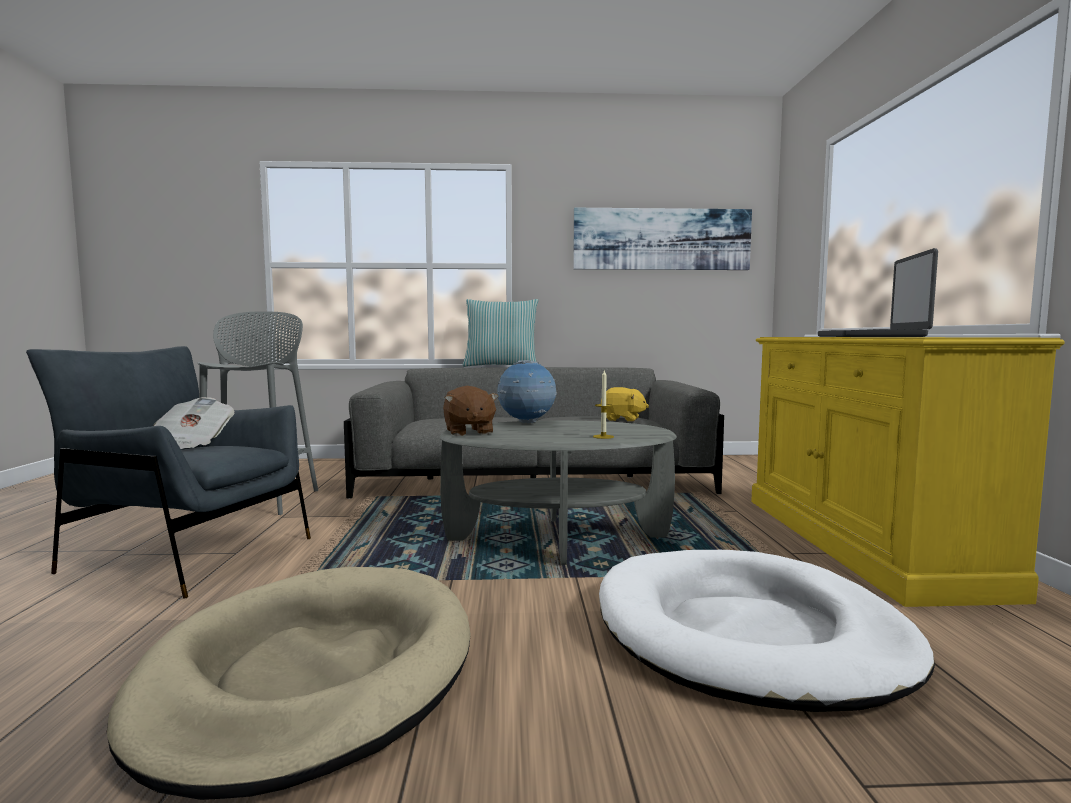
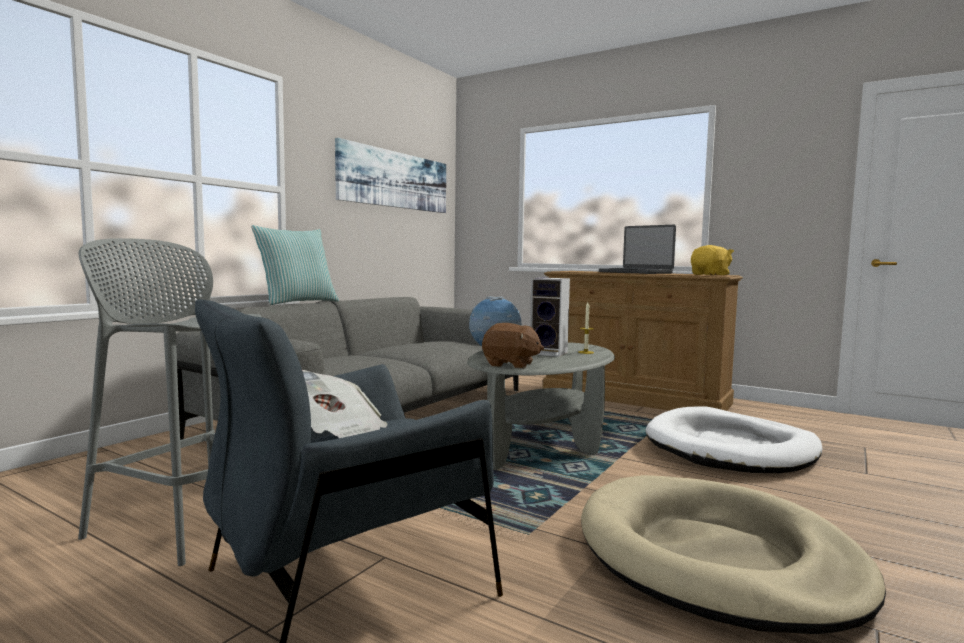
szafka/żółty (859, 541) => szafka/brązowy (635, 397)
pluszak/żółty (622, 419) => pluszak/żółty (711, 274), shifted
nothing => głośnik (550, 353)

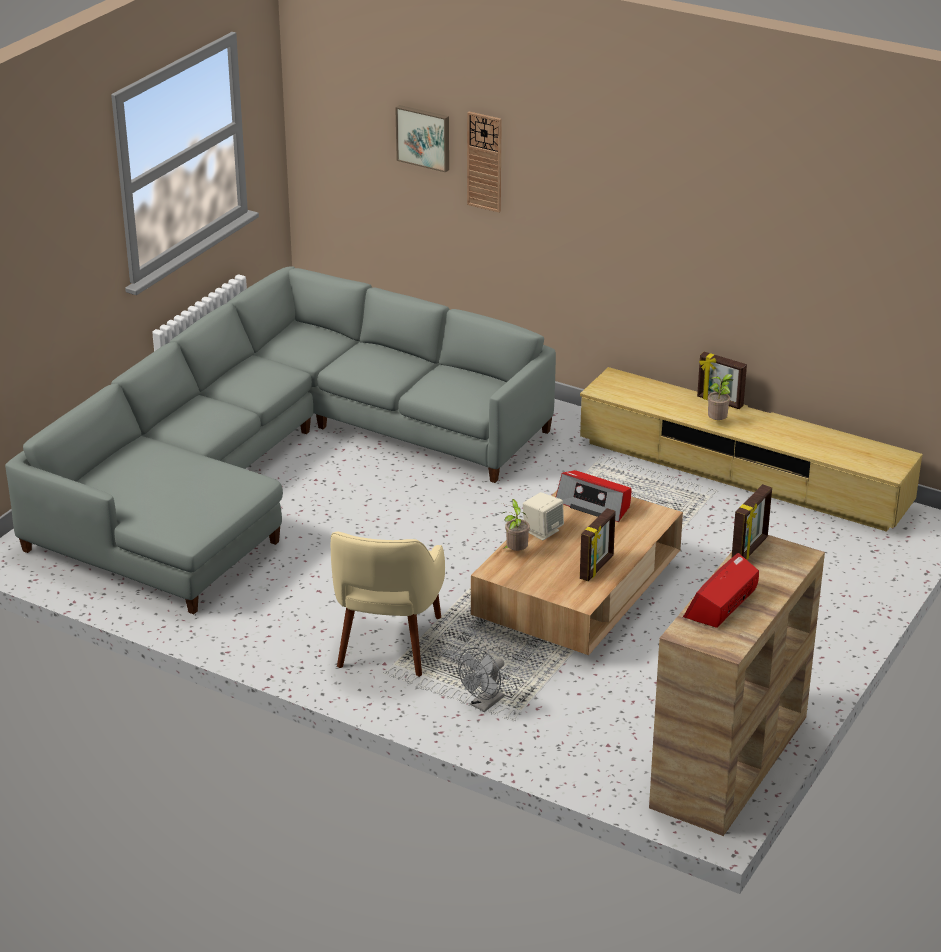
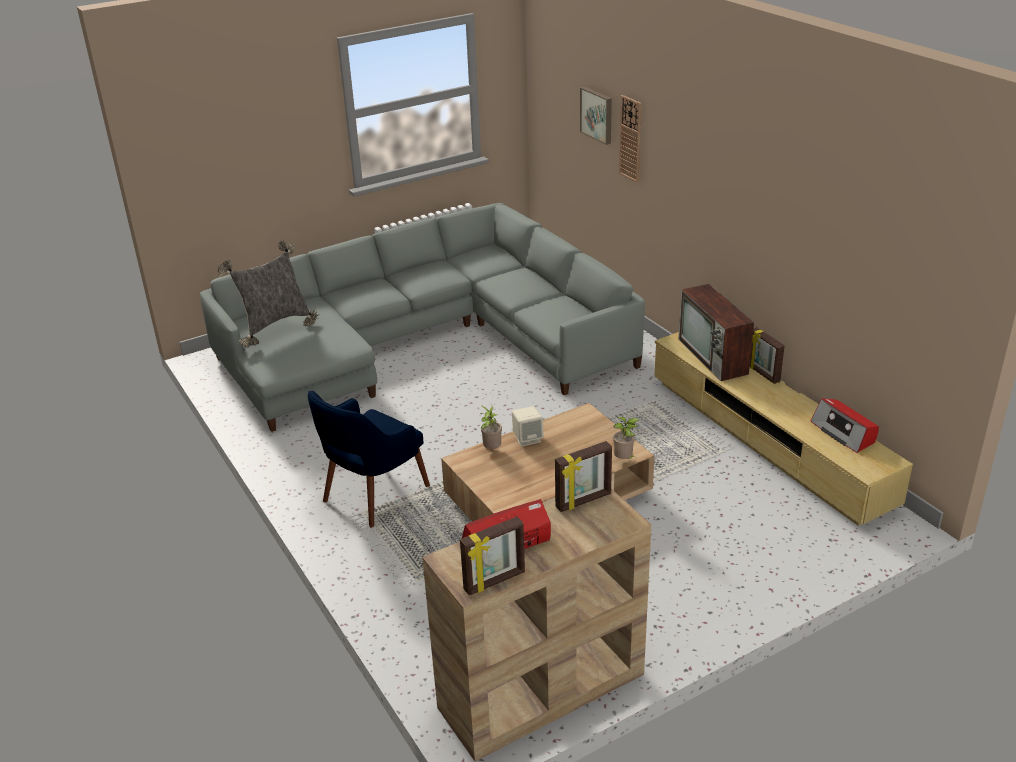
roślina doniczkowa (718, 422) => roślina doniczkowa (624, 460), shifted
radio (594, 504) => radio (844, 433), shifted
ramka na zdjęcie (597, 567) => ramka na zdjęcie (495, 581), shifted
fotel/beżowy (388, 644) => fotel/niebieski (374, 495)
wentylator/szary (484, 704) => nothing
nothing => poduszka (275, 331)
nothing => telewizor (714, 357)

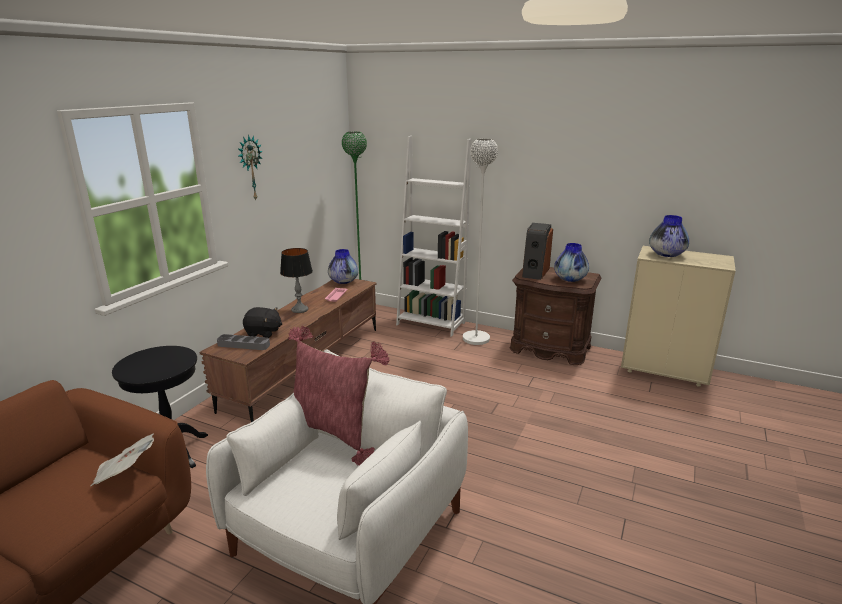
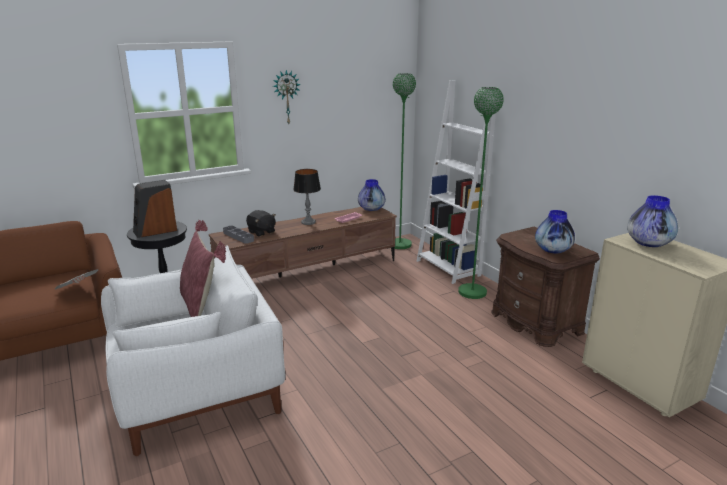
lampa stojąca/biały (475, 339) => lampa stojąca/zielony (472, 292)
głośnik (535, 272) => głośnik (155, 231), shifted

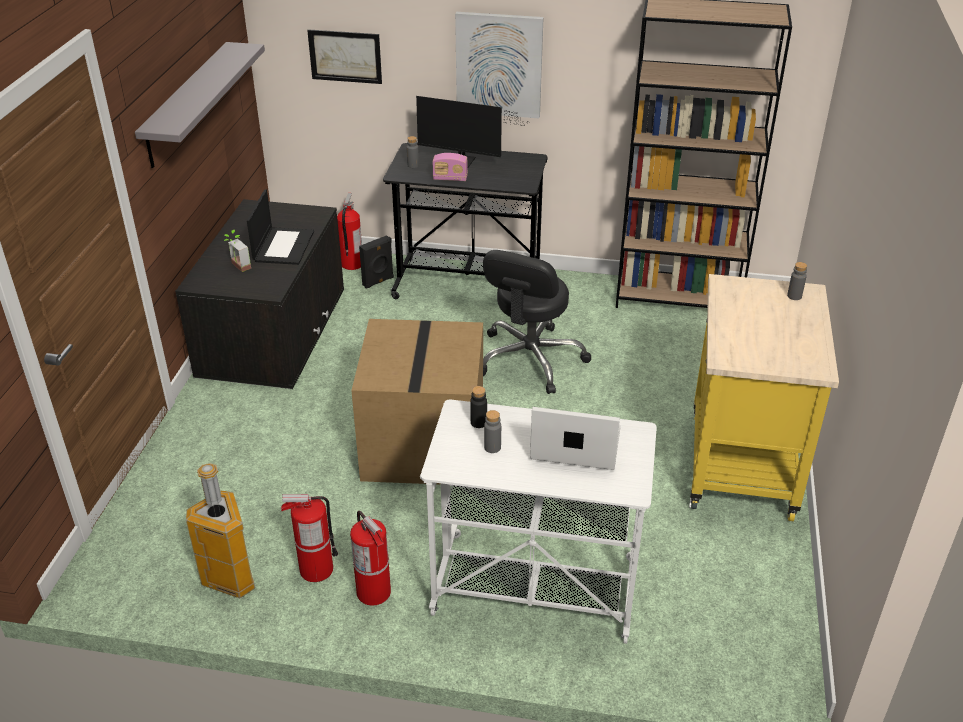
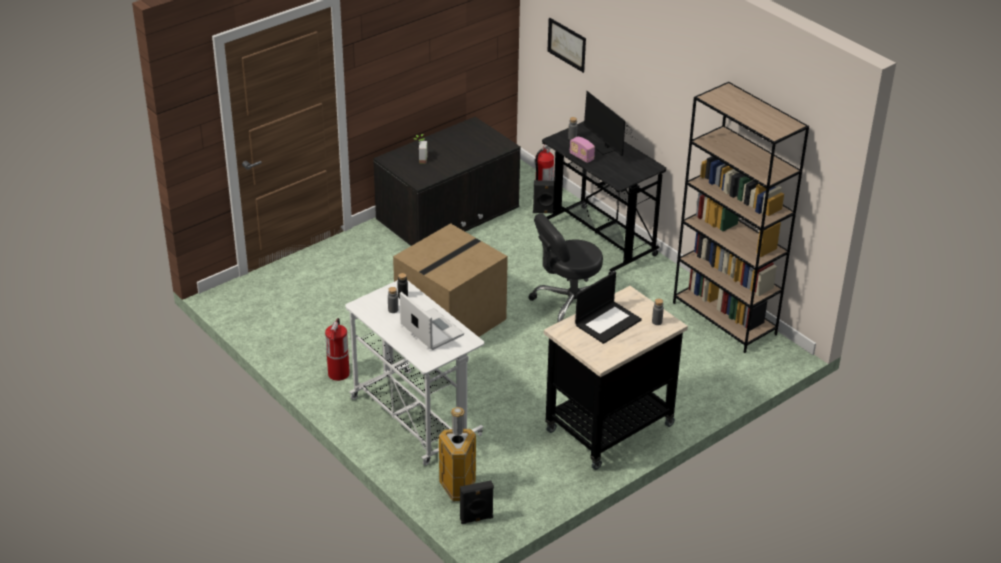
obraz (499, 65) => nothing
półka/szary (187, 104) => nothing
laptop (283, 246) => laptop (608, 322), shifted
wózek/żółty (741, 467) => wózek/czarny (609, 429)
kosz na śmieci (231, 580) => kosz na śmieci (457, 489), shifted
gaśnica (316, 570) => nothing
nothing => głośnik/czarny (476, 519)

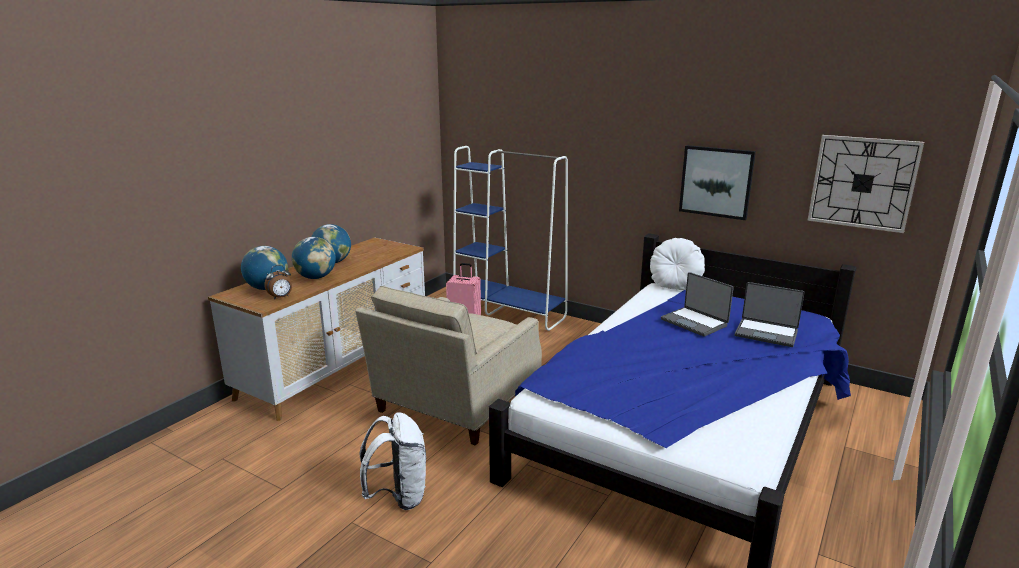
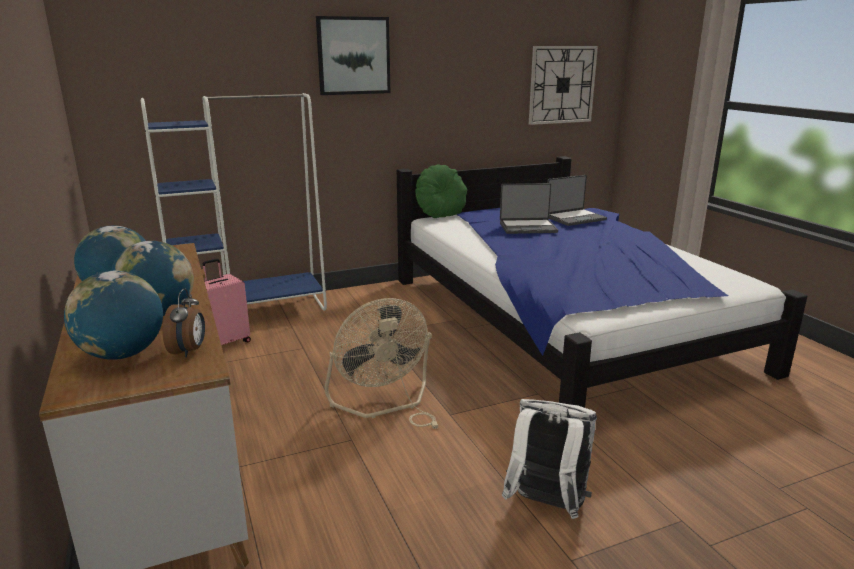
obraz (716, 181) => obraz (353, 56), shifted
poduszka/biały (675, 287) => poduszka/zielony (441, 216)
fotel/beżowy (457, 401) => wentylator/beżowy (390, 404)

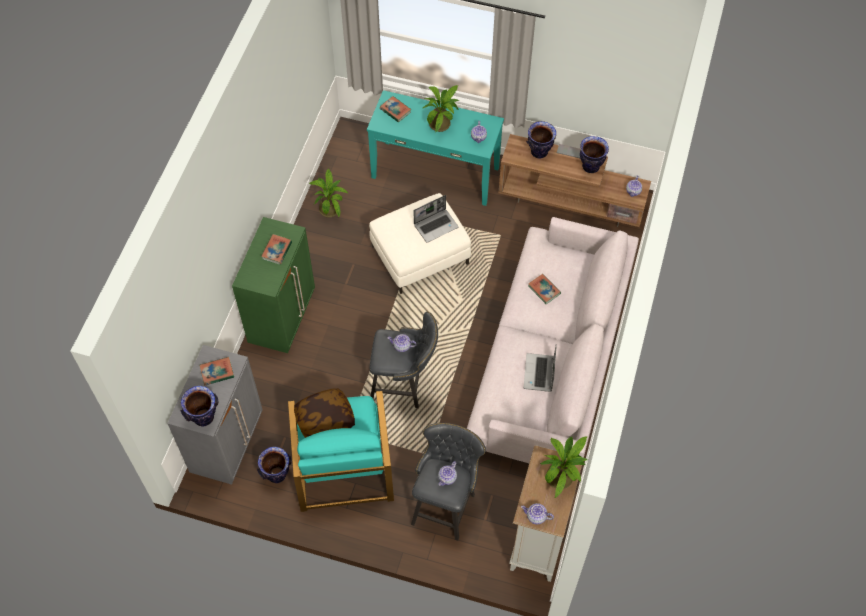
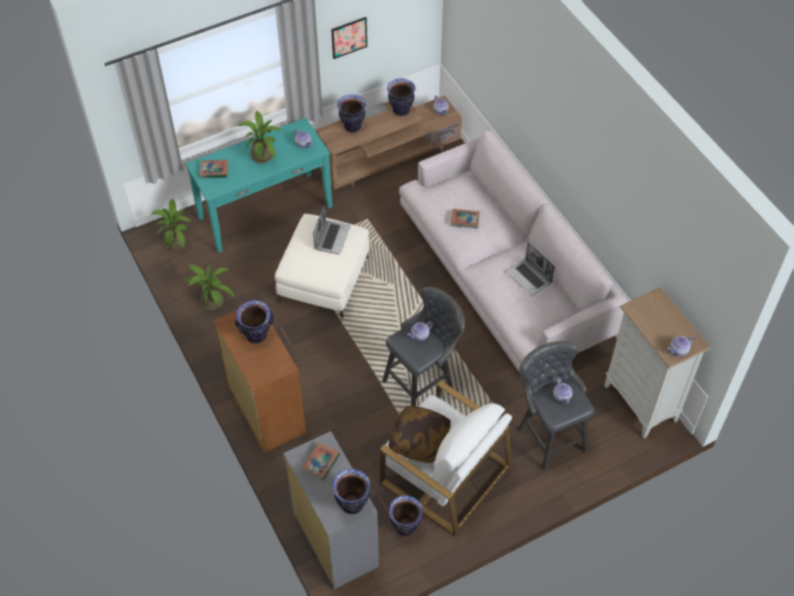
szafka/zielony (282, 314) => szafka/brązowy (266, 408)
książka (276, 251) => wazon (257, 336)
fotel/turkusowy (342, 463) => fotel/biały (444, 474)
roślina doniczkowa (562, 476) => roślina doniczkowa (176, 239), shifted
nothing => obraz (349, 37)

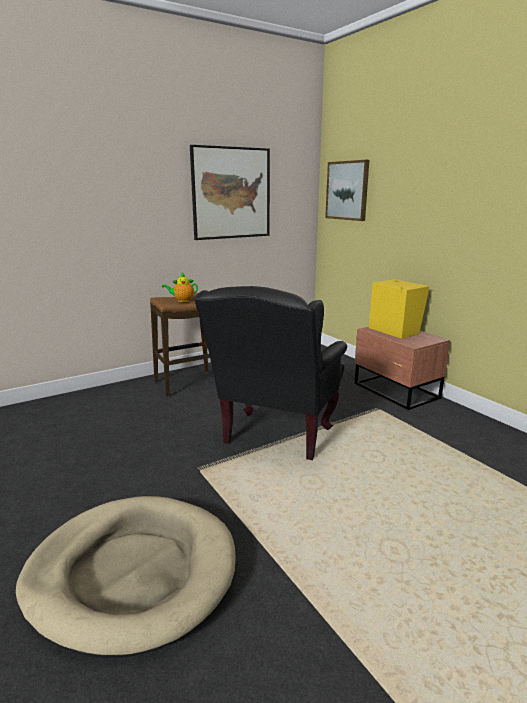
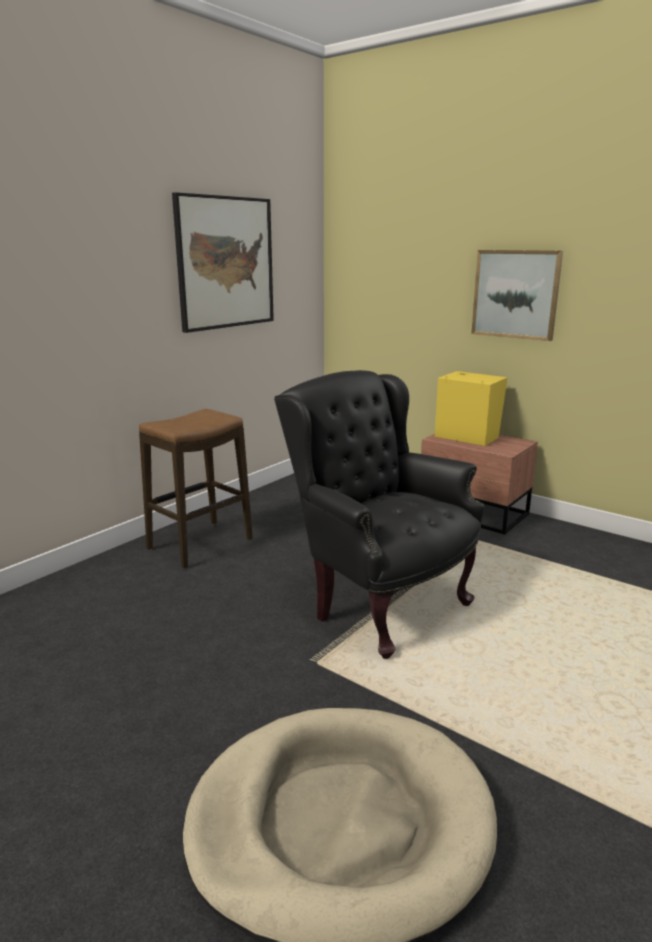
obraz (347, 190) => obraz (516, 294), shifted
imbryk (182, 300) => nothing
fotel/czarny (272, 442) => fotel/czarny (379, 604), 135 degrees clockwise

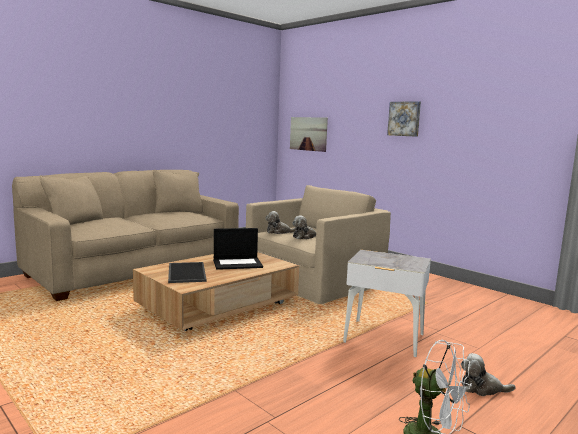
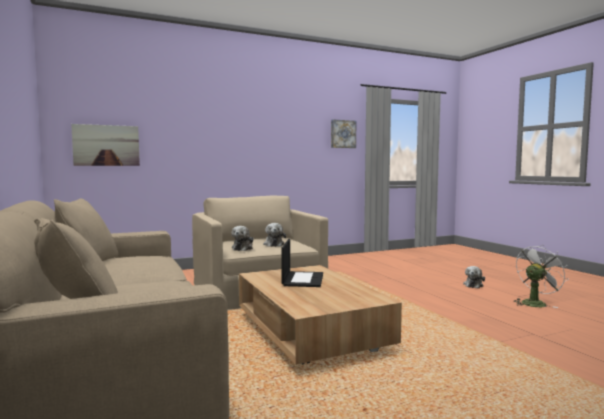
obraz (404, 118) => obraz (342, 134), shifted
stolik (385, 338) => nothing
taca (185, 272) => nothing

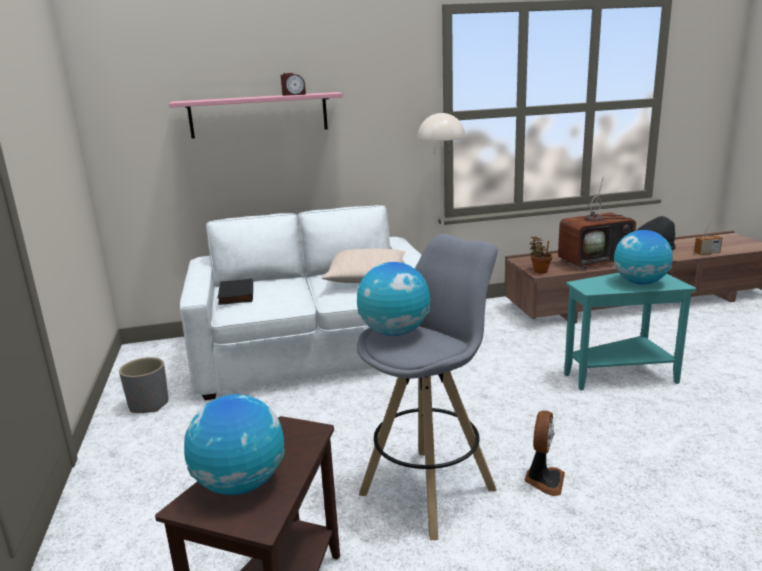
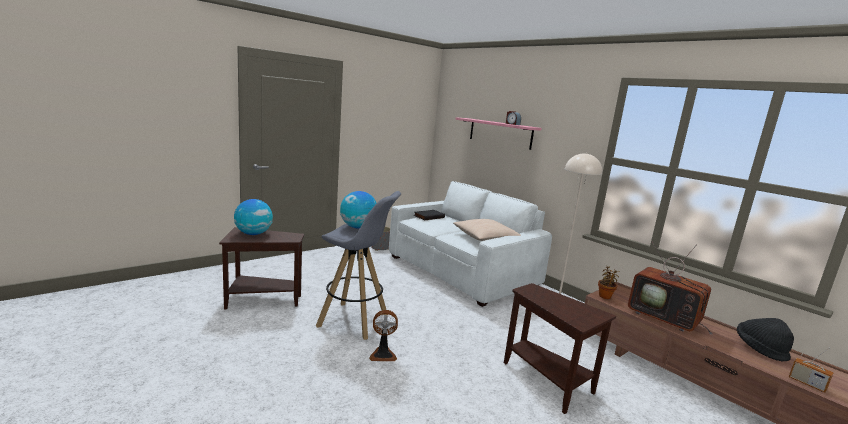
globus (640, 282) => nothing
stolik/turkusowy (622, 375) => stolik/brązowy (548, 382)

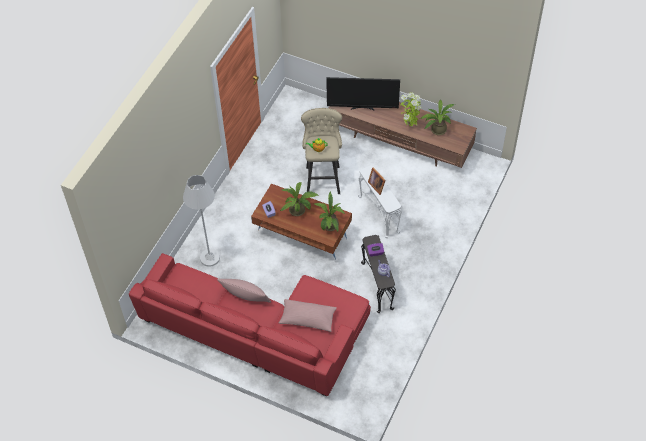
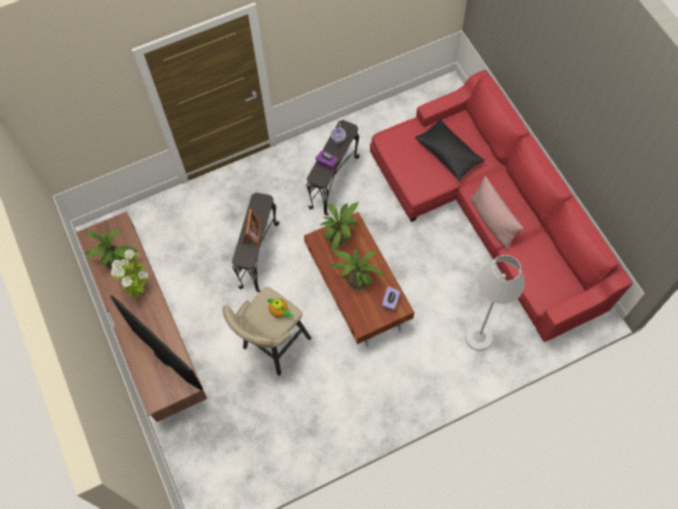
stolik/biały (379, 214) => stolik/czarny (259, 255)
poduszka/różowy (307, 319) => poduszka/czarny (448, 154)

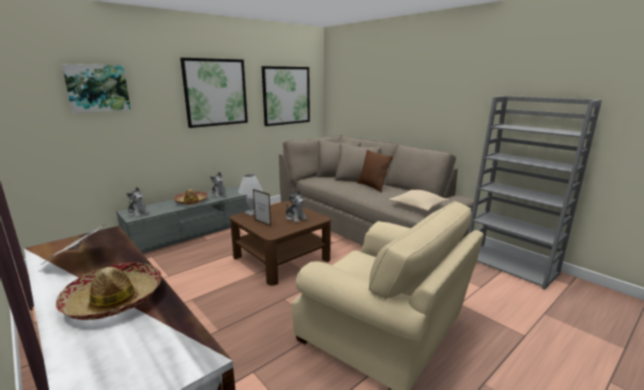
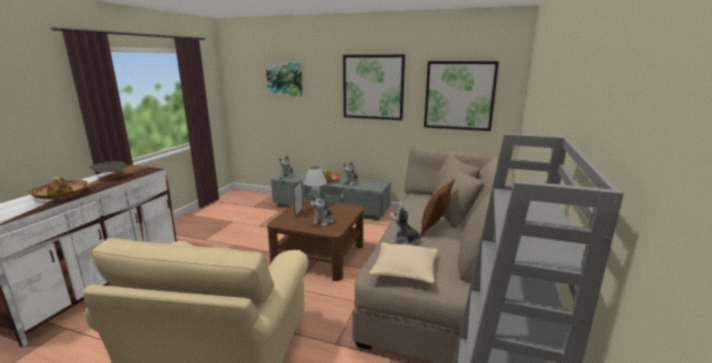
nothing => pluszak (404, 241)

